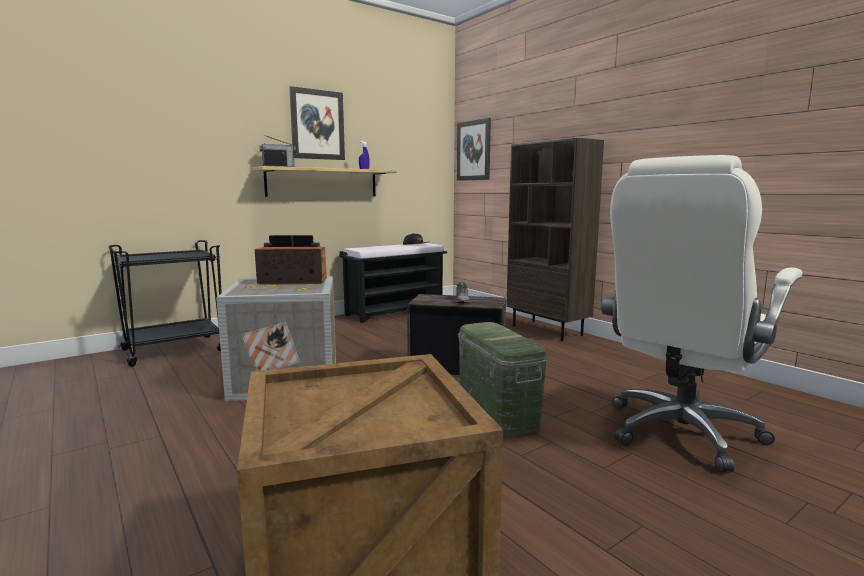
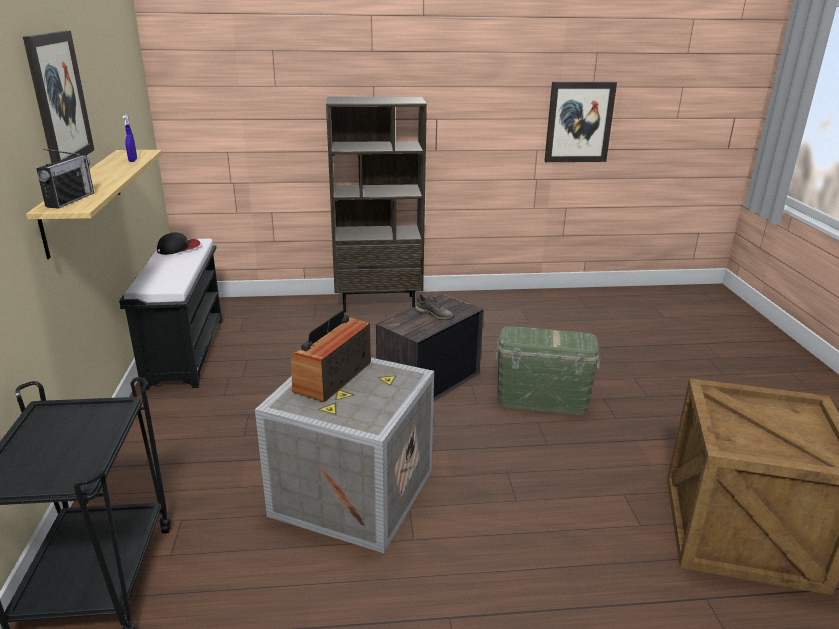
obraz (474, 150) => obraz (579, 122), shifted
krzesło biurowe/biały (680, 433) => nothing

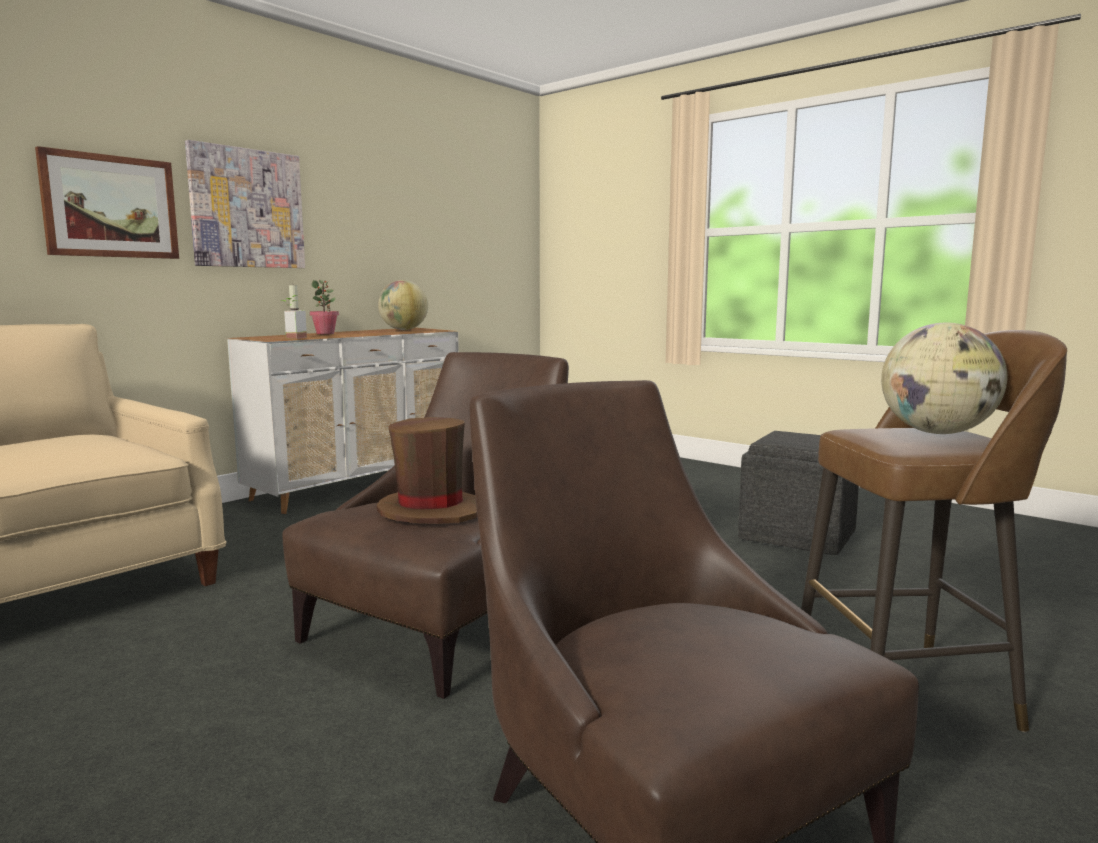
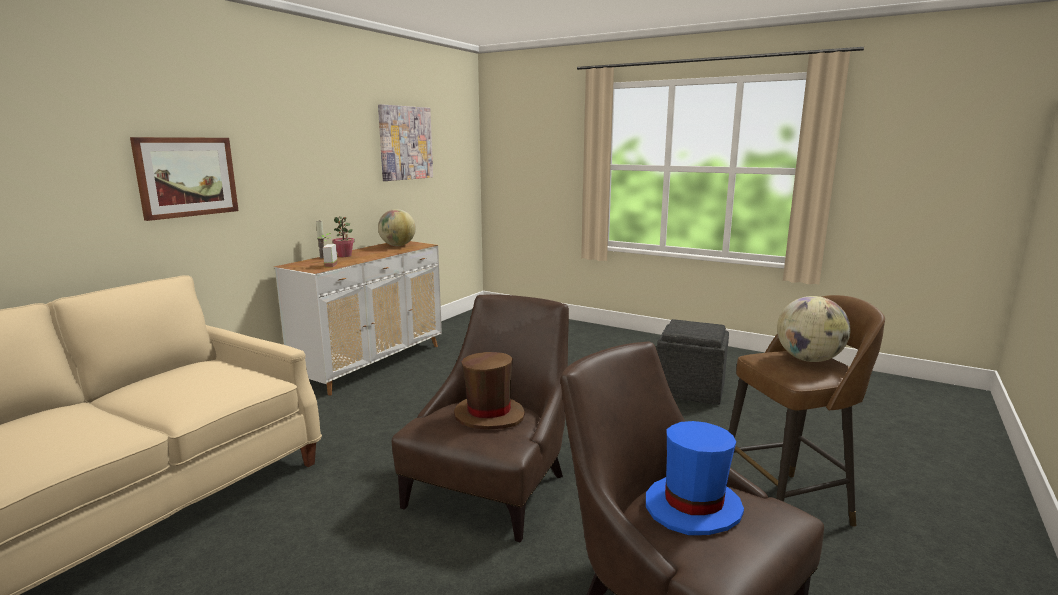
obraz (247, 208) => obraz (405, 143), shifted
nothing => kapelusz/niebieski (693, 507)

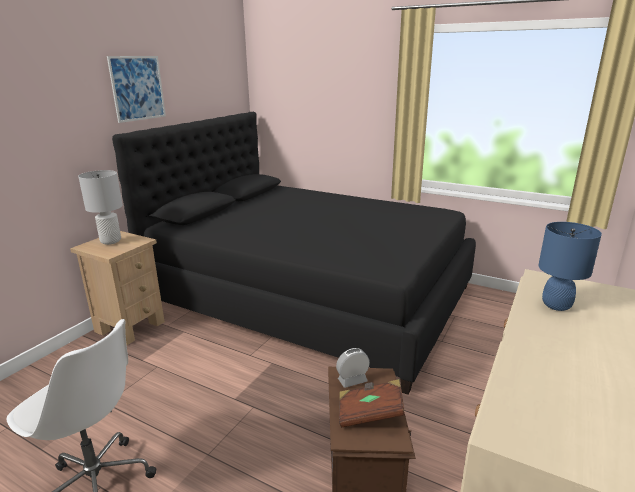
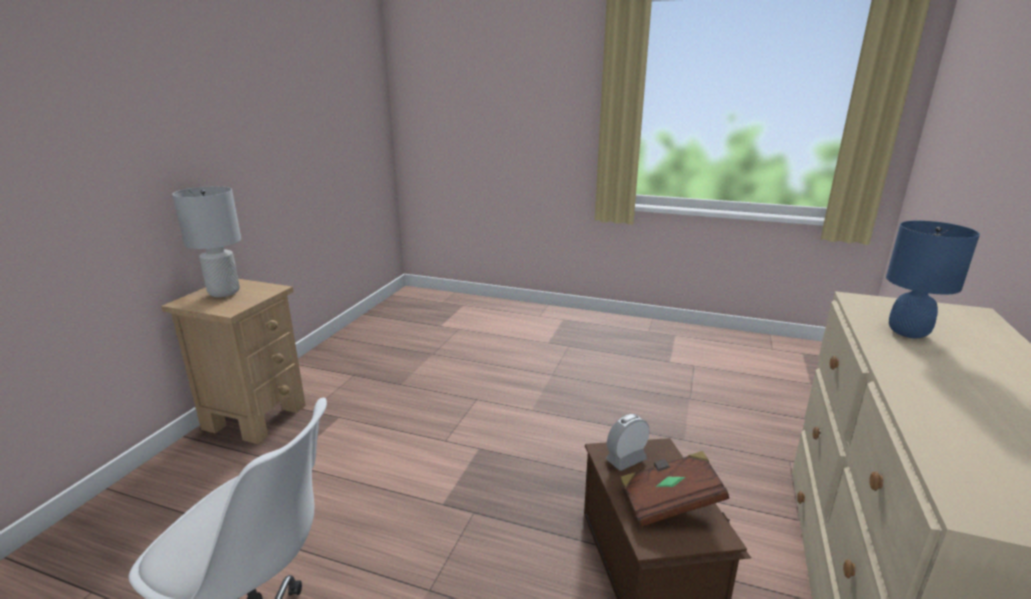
obraz (138, 88) => nothing
łóżko/czarny (309, 295) => nothing

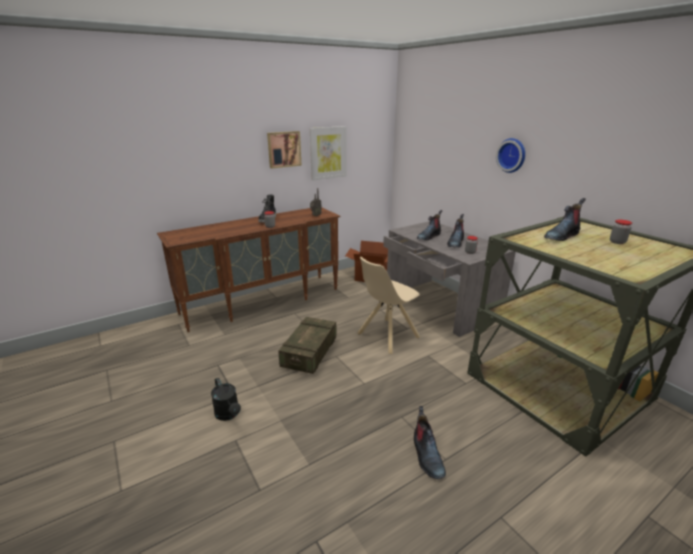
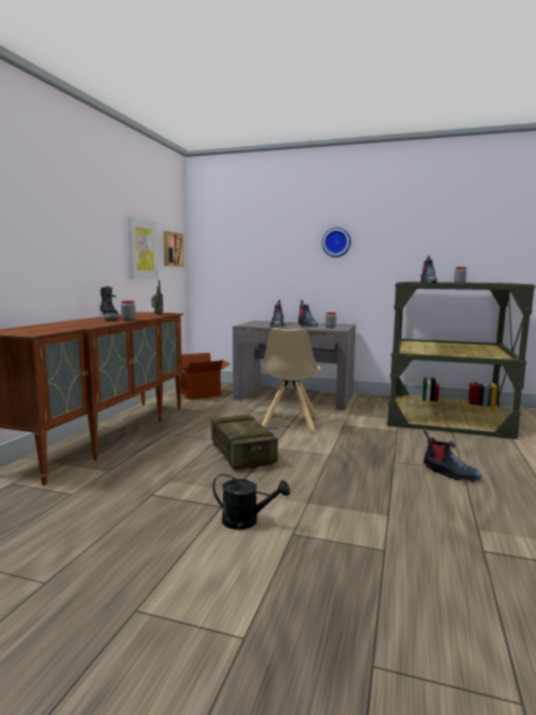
obraz (284, 149) => obraz (172, 249), shifted

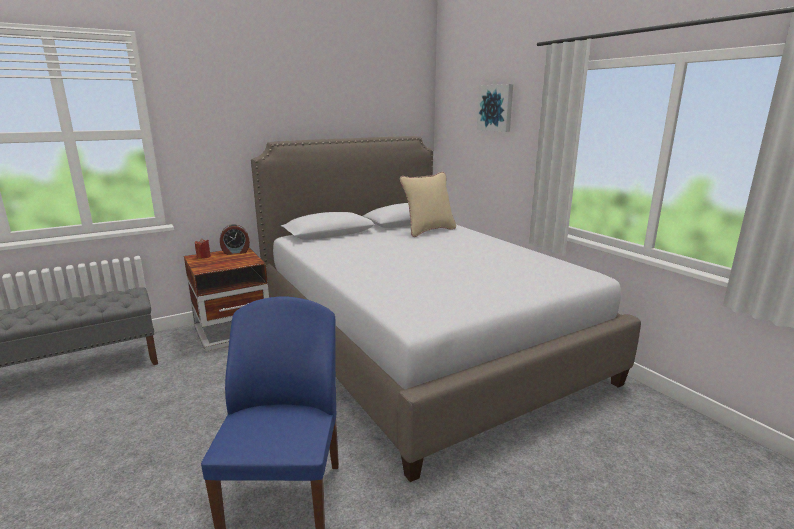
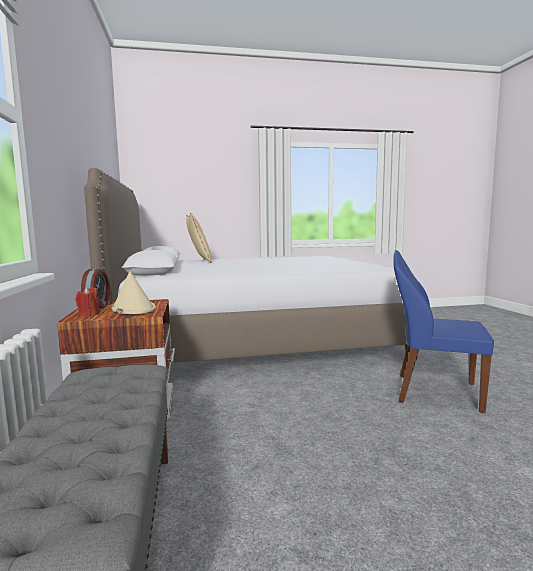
obraz (496, 108) => nothing
nothing => kapelusz/beżowy (133, 308)

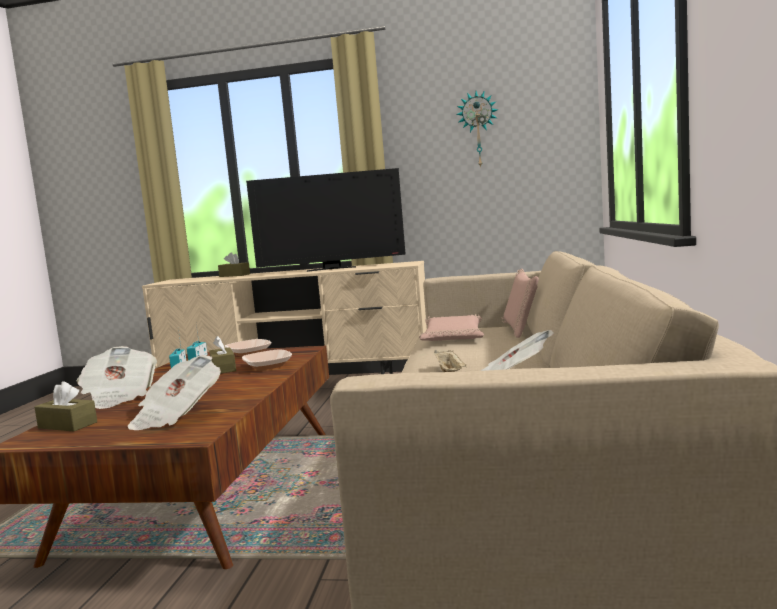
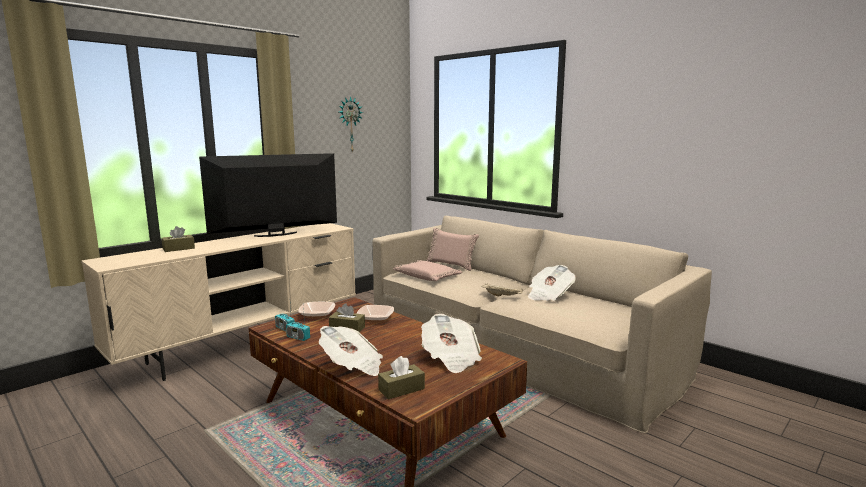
telewizor (332, 269) => telewizor (276, 235), 150 degrees counterclockwise

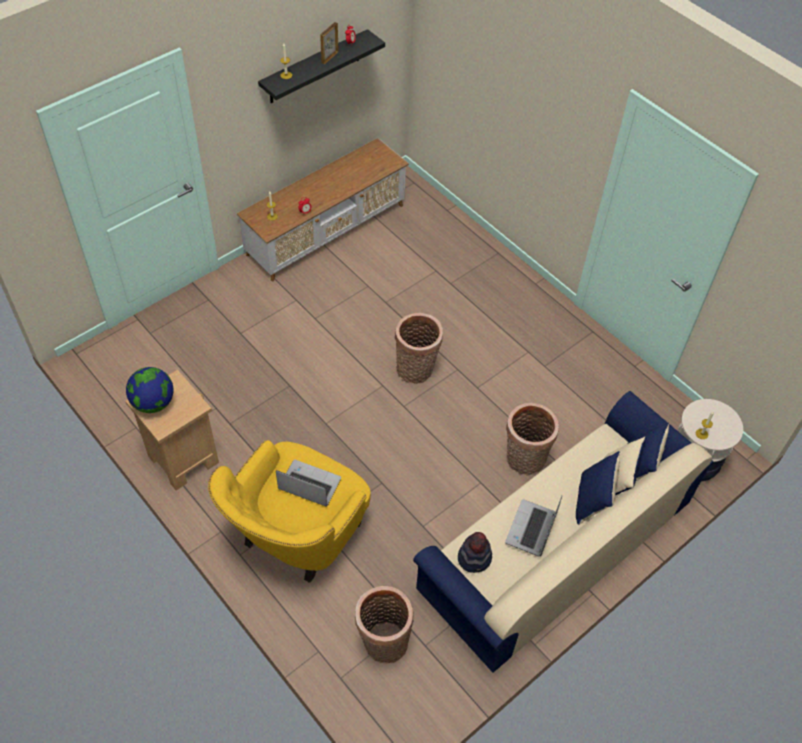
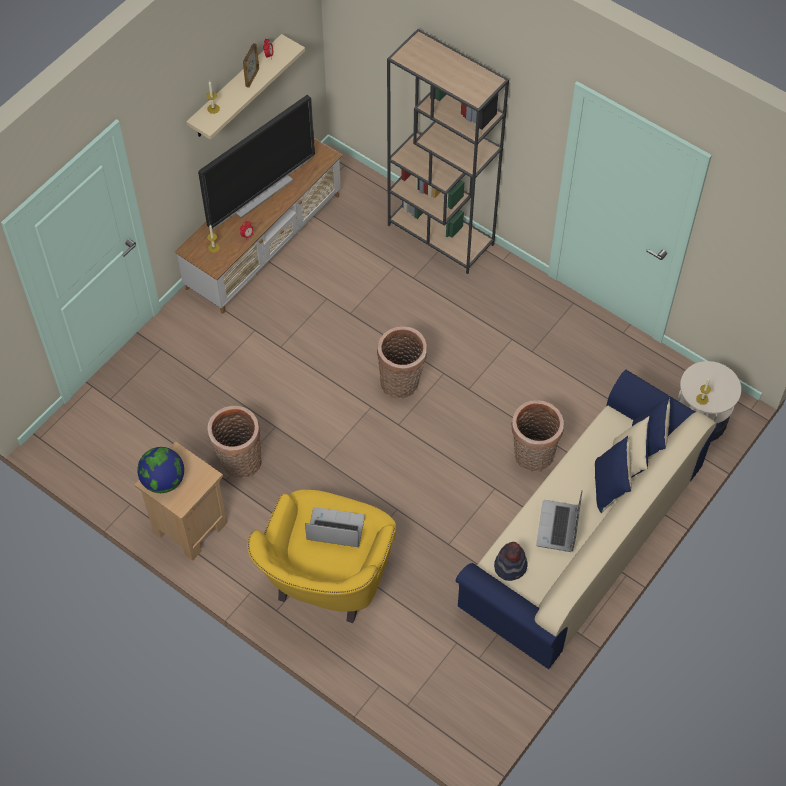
półka/czarny (314, 67) => półka/beżowy (236, 88)
koszyk (383, 643) => koszyk (239, 462), shifted
nothing => regał (441, 235)
nothing => telewizor (259, 193)

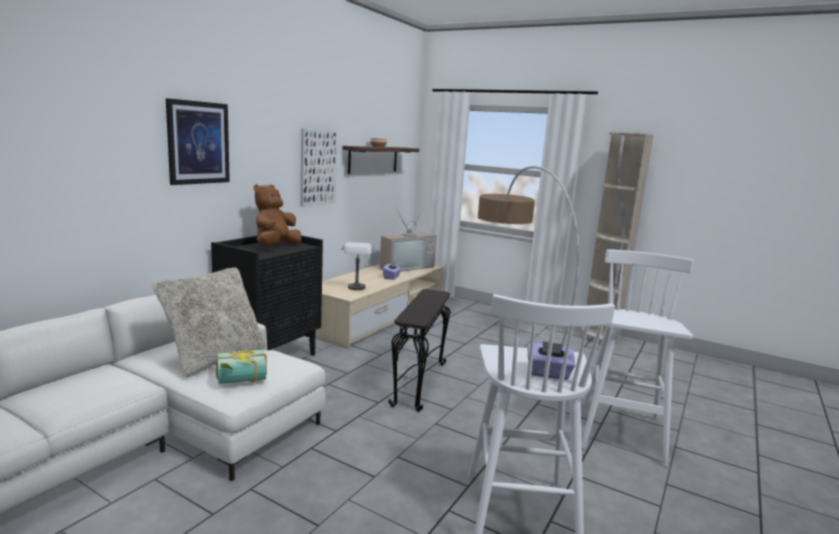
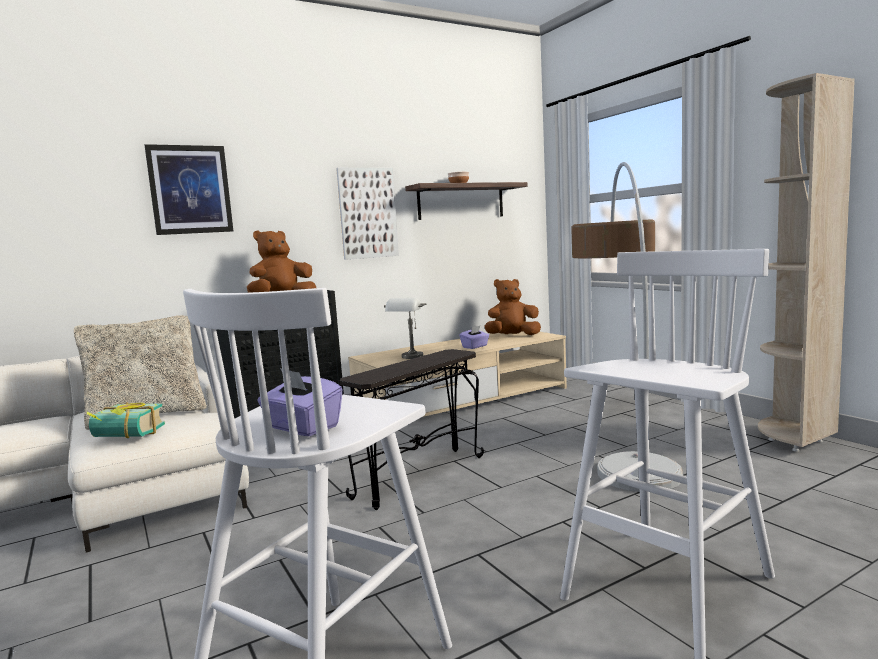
telewizor (405, 267) => pluszak/brązowy (512, 336)

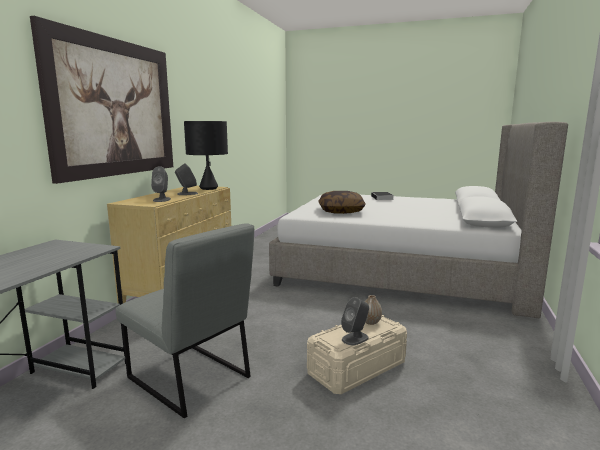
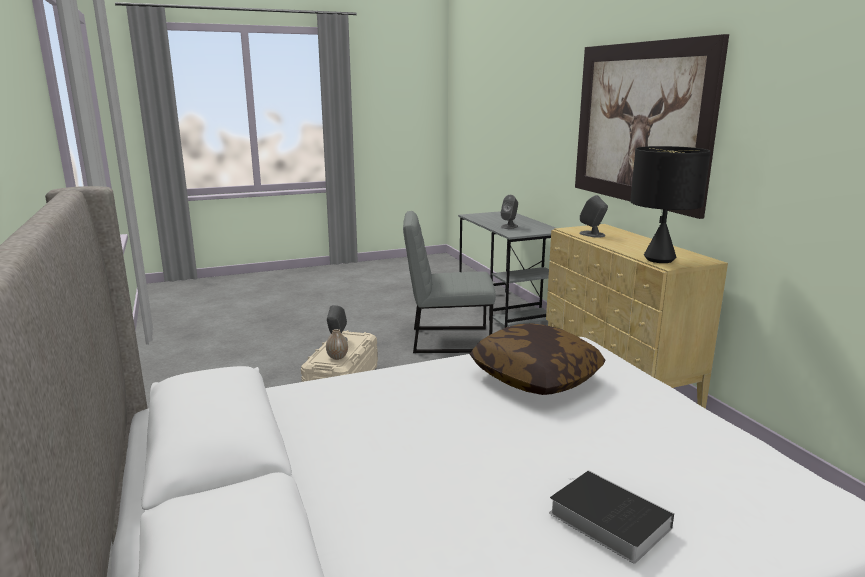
głośnik/szary (187, 194) => głośnik/szary (509, 226), shifted

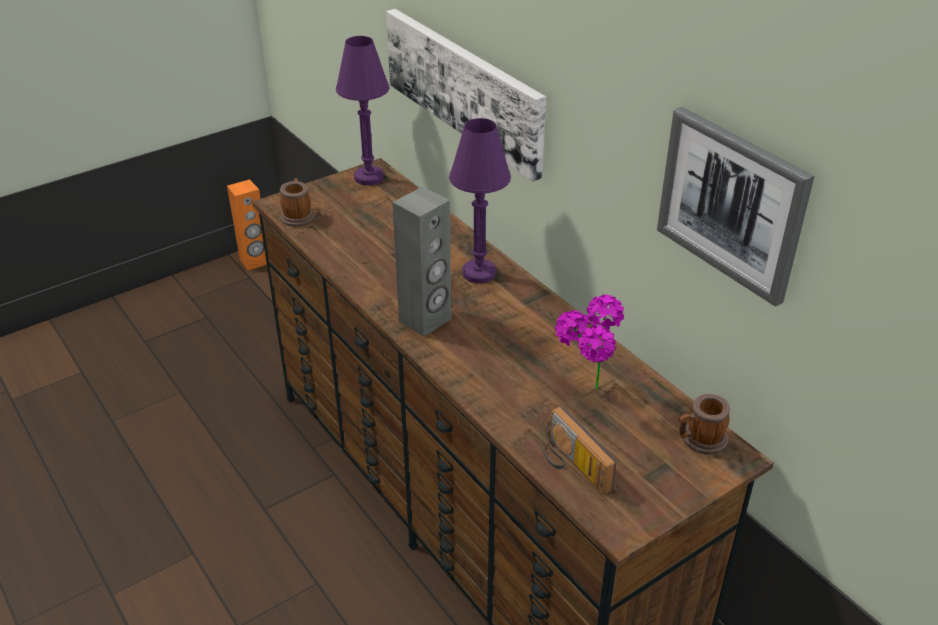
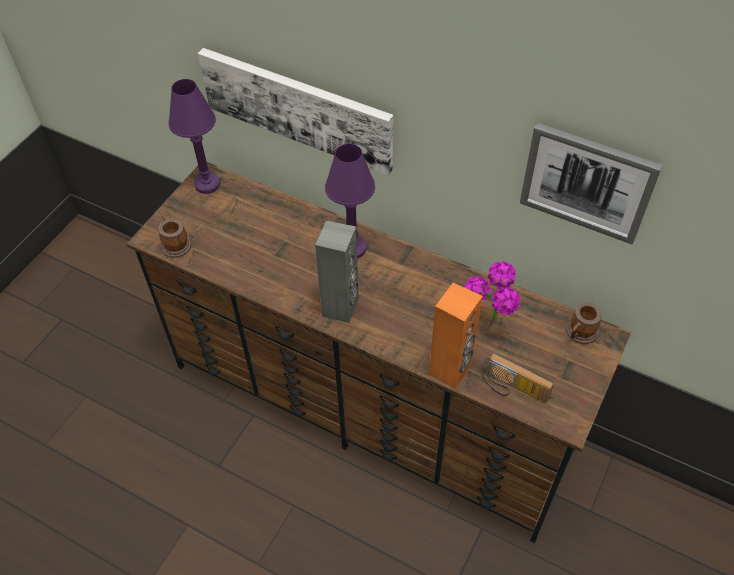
głośnik/pomarańczowy (255, 261) => głośnik/pomarańczowy (450, 370), shifted

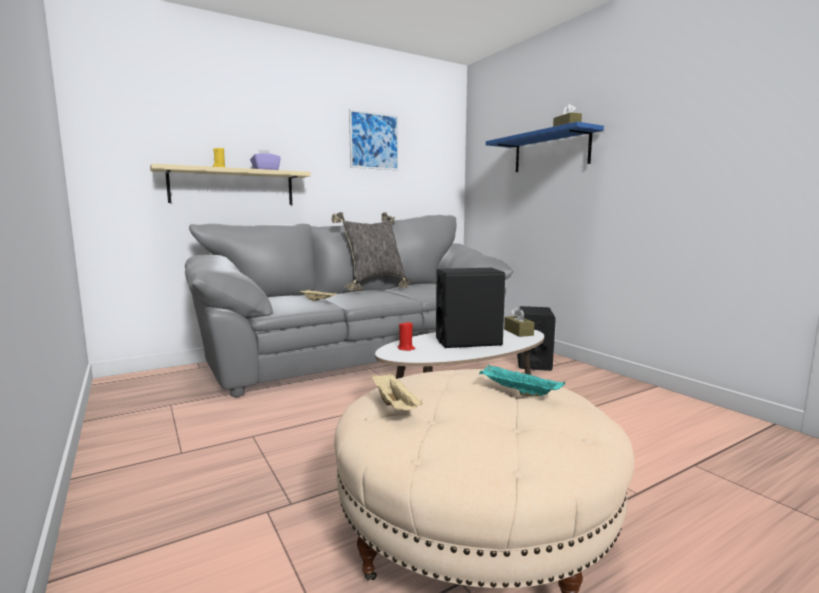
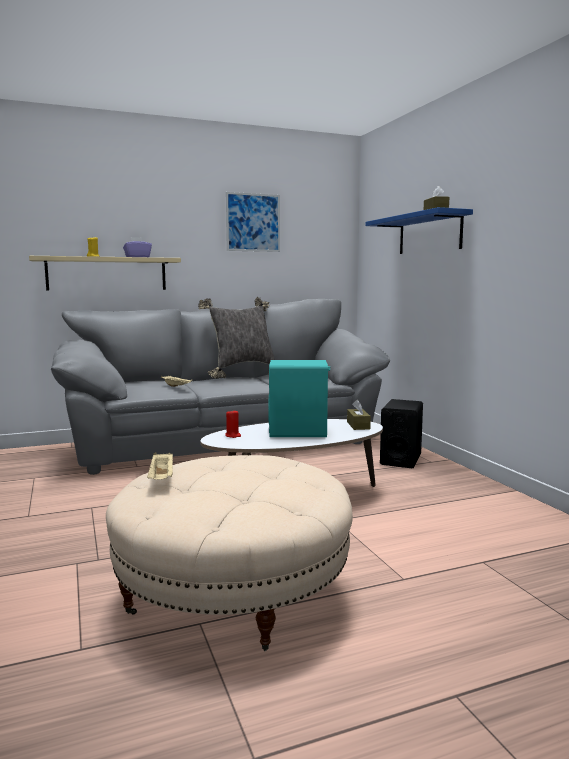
głośnik/czarny (468, 341) => głośnik/turkusowy (298, 432)
taca/turkusowy (517, 392) => nothing

